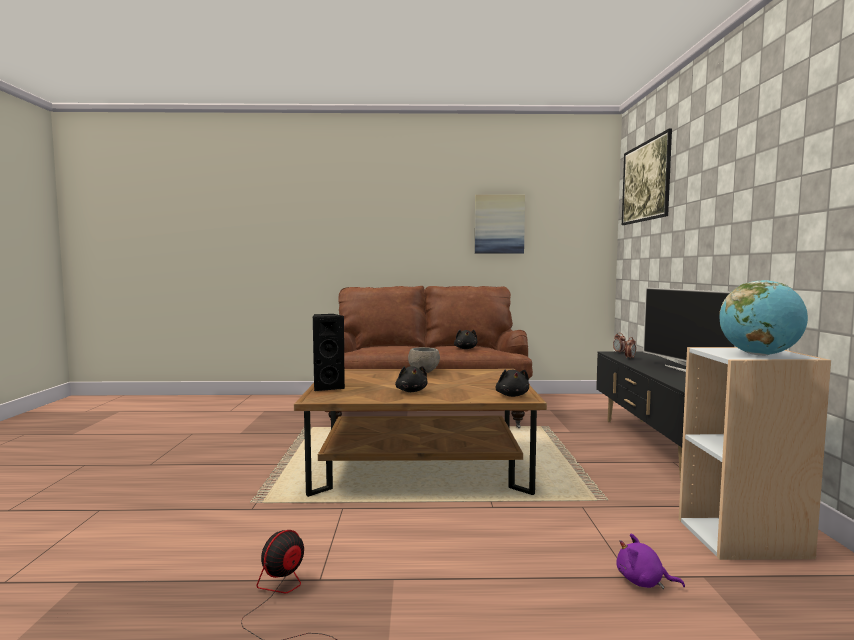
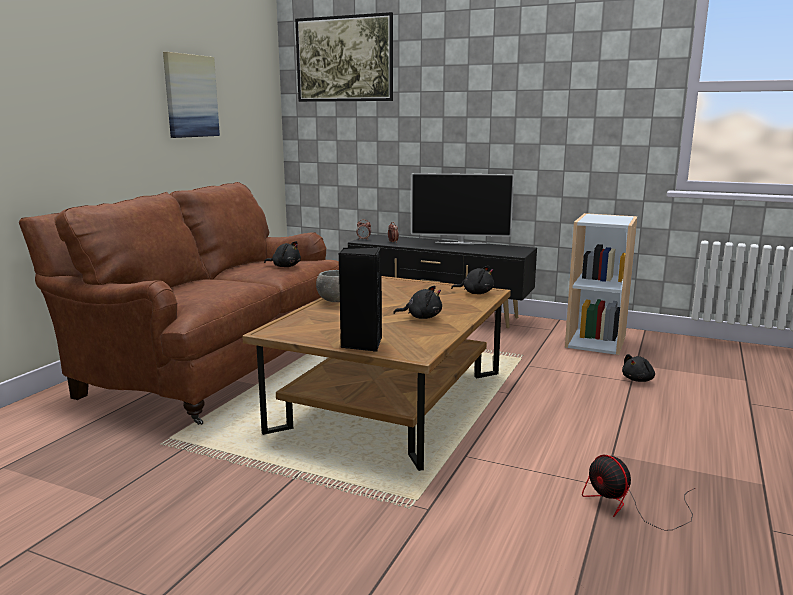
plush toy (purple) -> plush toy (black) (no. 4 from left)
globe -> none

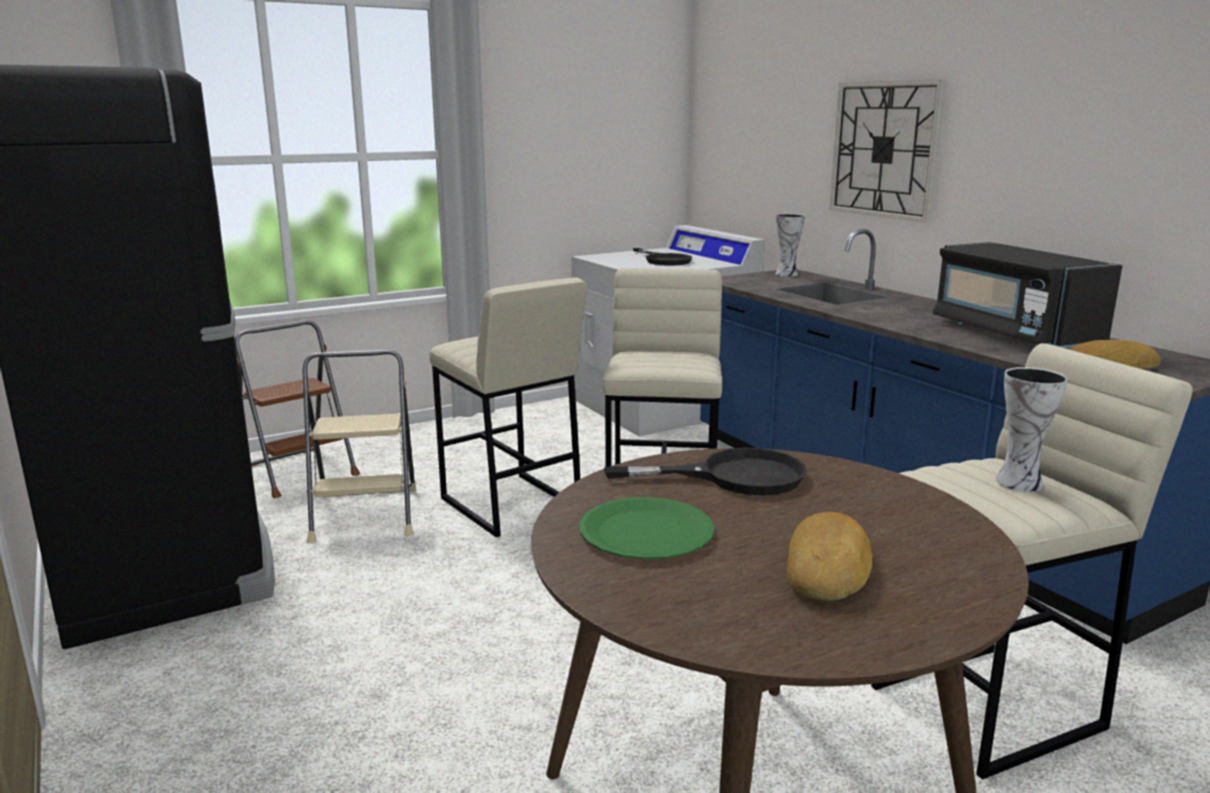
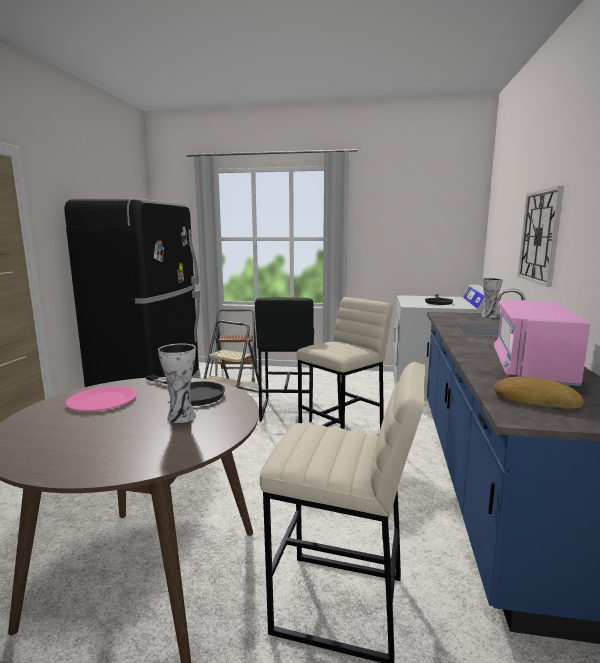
plate (green) -> plate (pink)
vase (no. 2 from left in the first image) -> vase (no. 1 from left), shifted
stool (beige) (no. 1 from left) -> stool (black)
microwave (black) -> microwave (pink)
bread (no. 1 from left) -> none

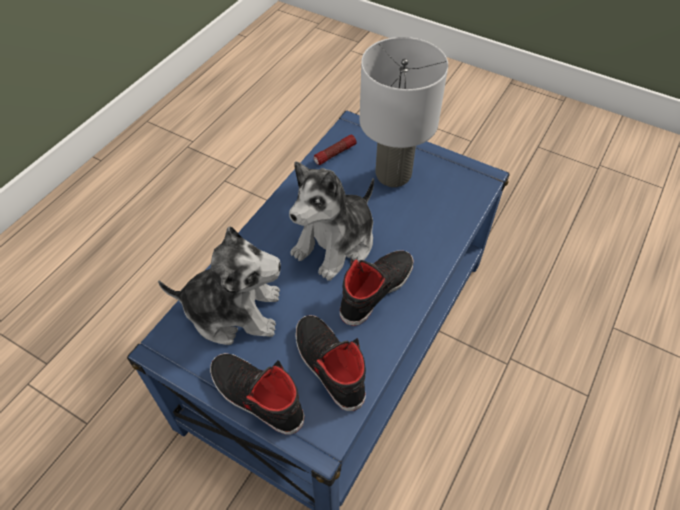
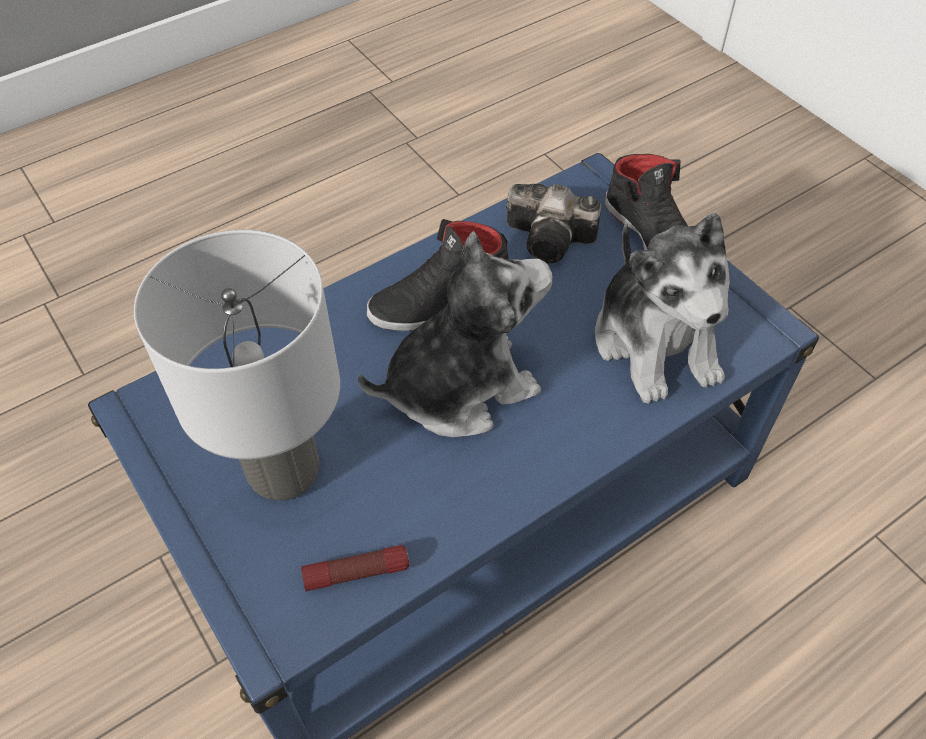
shoe (black) (no. 2 from left) -> photo camera
plush toy (no. 1 from left in the first image) -> plush toy (no. 2 from left), 135 degrees counterclockwise

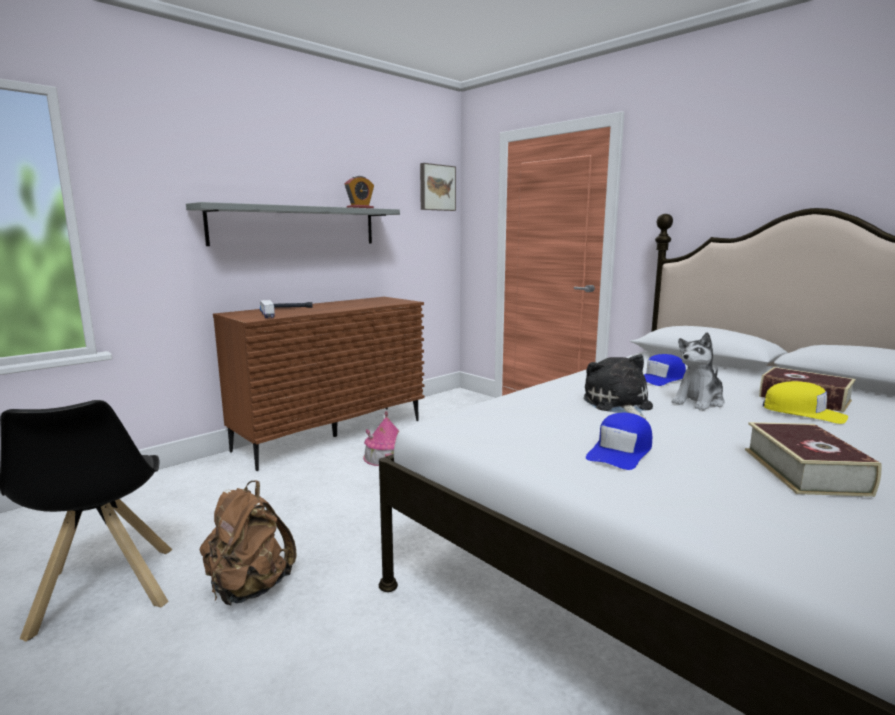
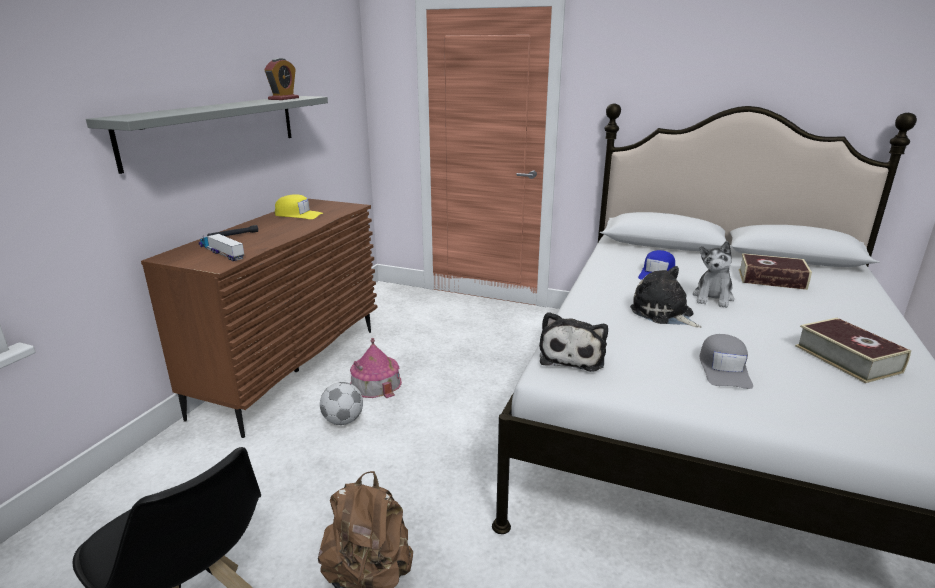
cap (yellow), shifted
none -> football
none -> plush toy (no. 1 from left)
cap (blue) (no. 1 from left) -> cap (grey)
picture -> none

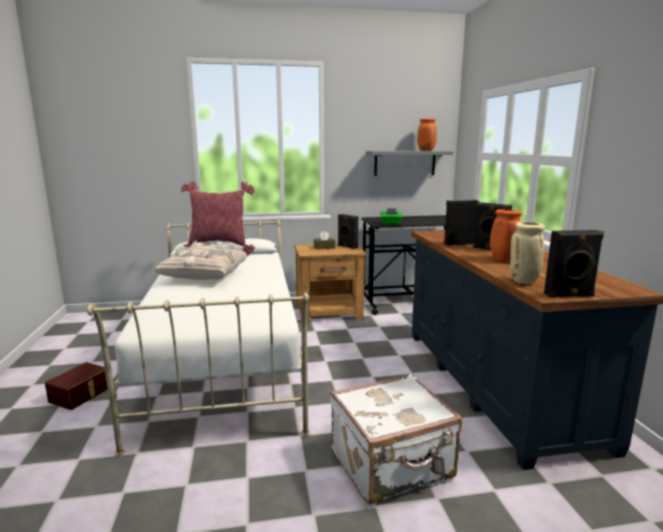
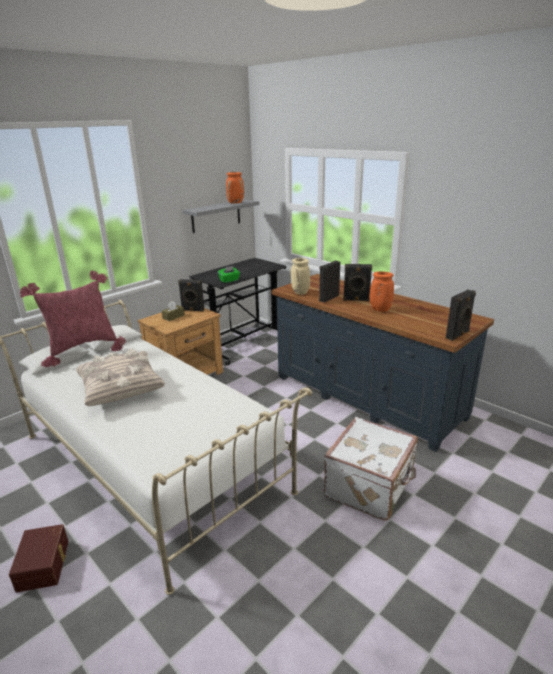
vase (beige), shifted

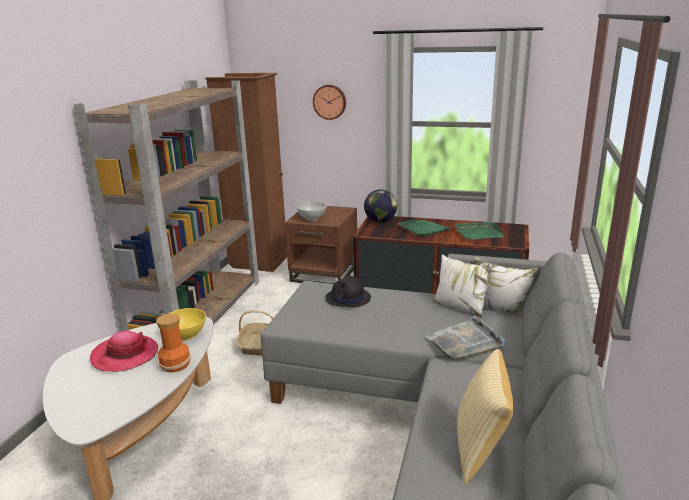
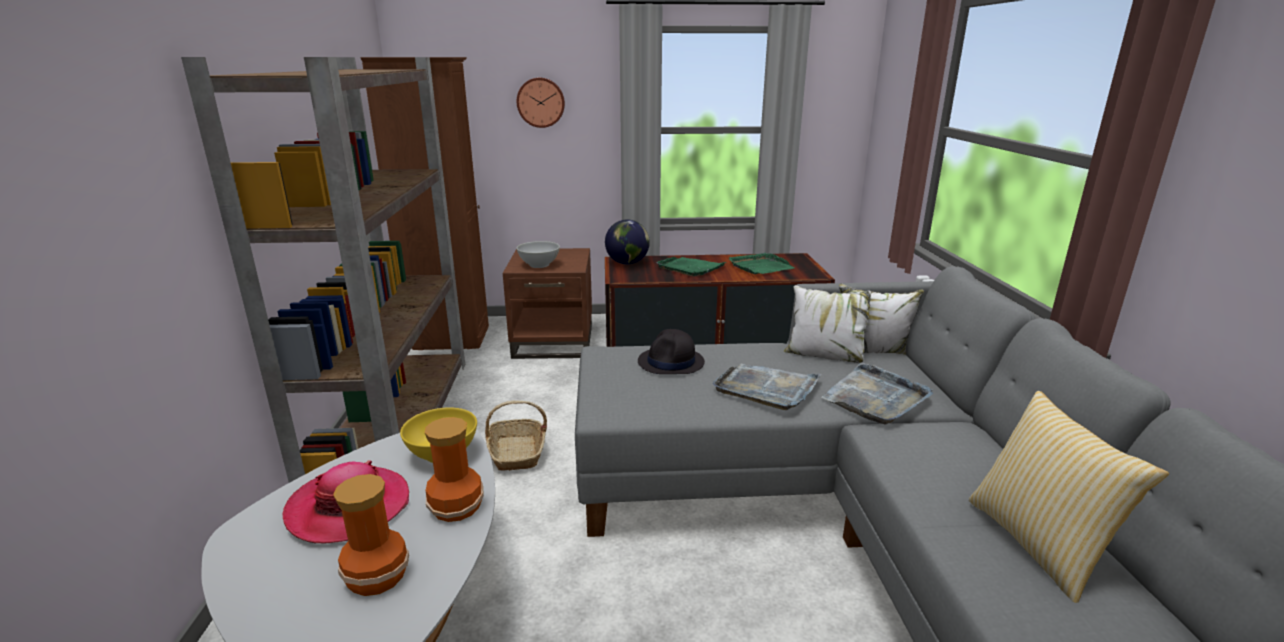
none -> vase (no. 1 from left)
none -> tray (grey) (no. 1 from left)

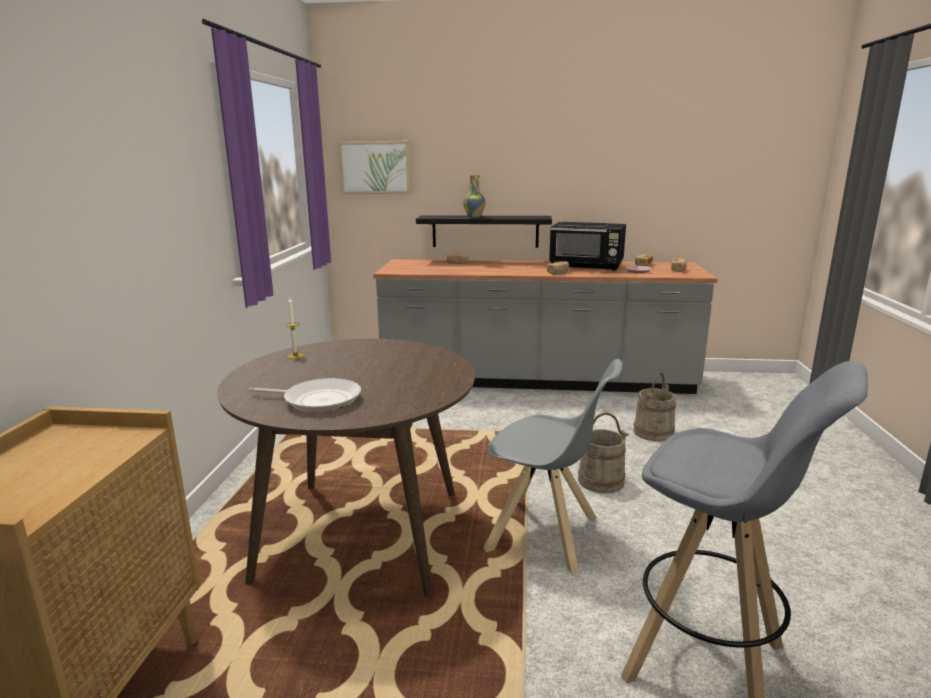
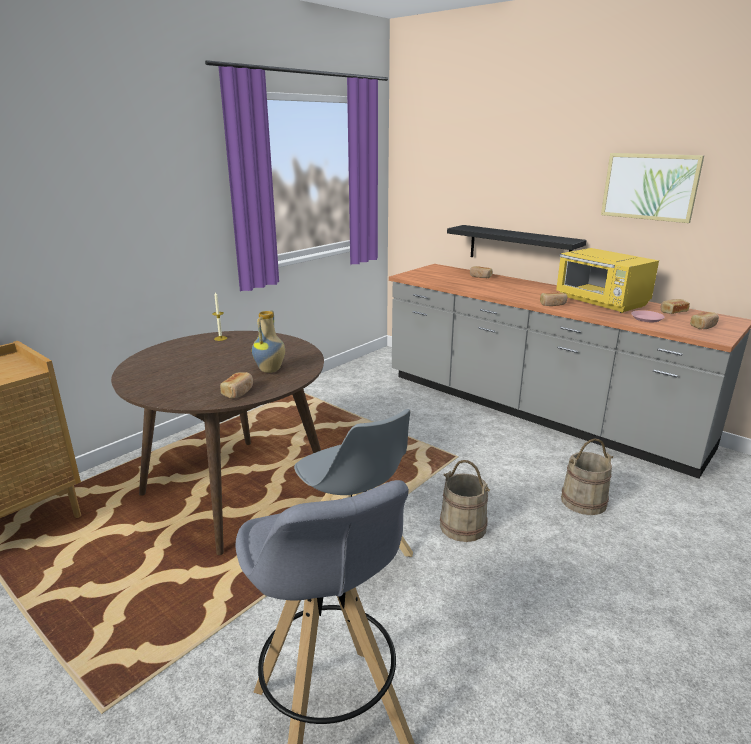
none -> bread (no. 1 from left)
vase, shifted
microwave (black) -> microwave (yellow)
picture, shifted
frying pan -> none

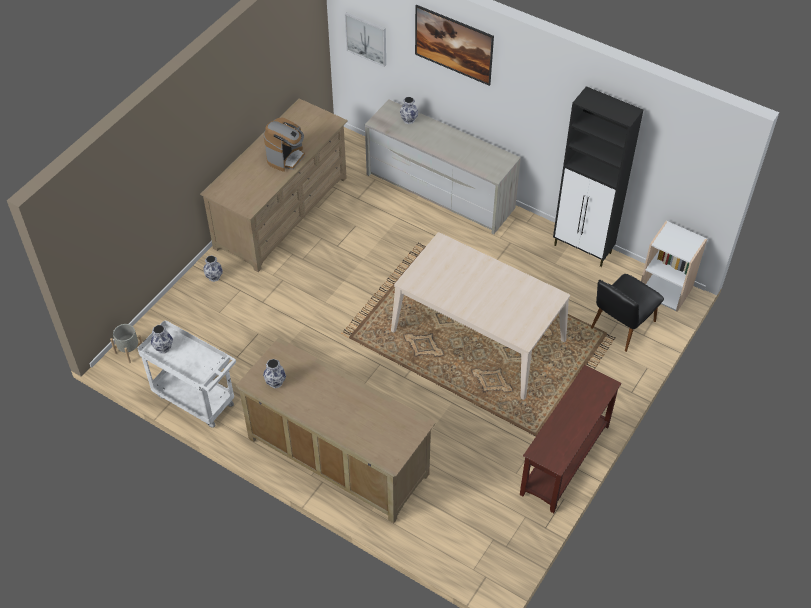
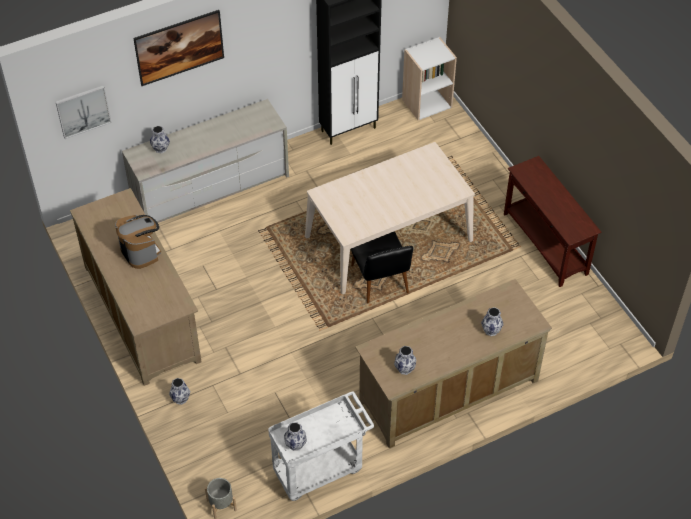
chair (black), shifted
none -> vase (no. 5 from left)

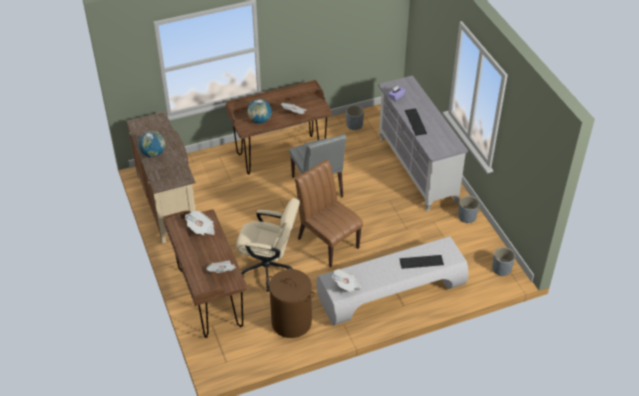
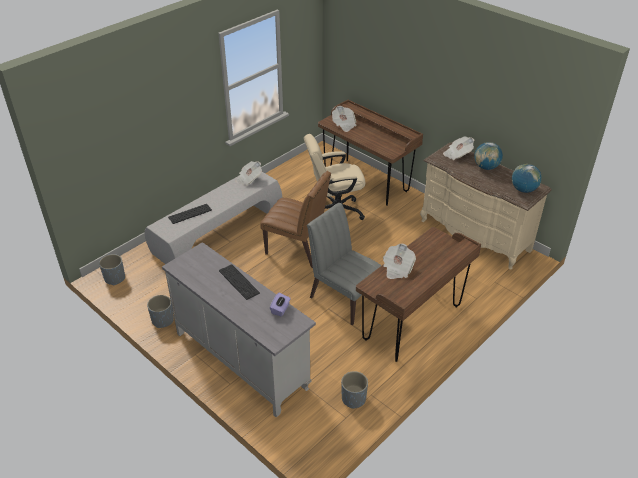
newspaper (no. 1 from left in the first image) -> newspaper (no. 4 from left), shifted
globe (no. 2 from left), shifted
laundry basket (brown) -> none

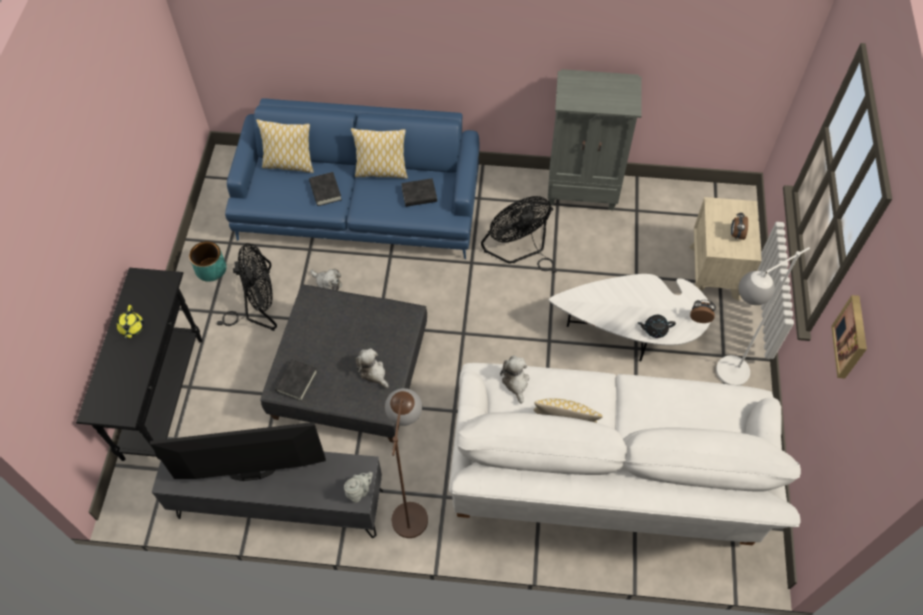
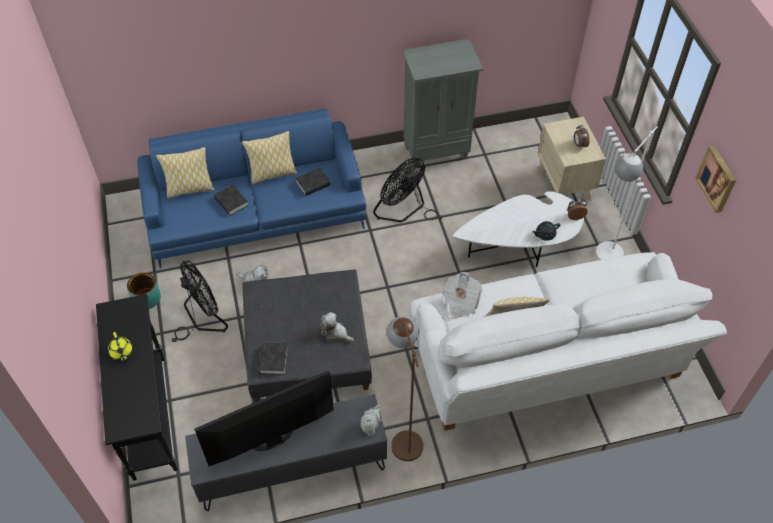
plush toy (no. 3 from left) -> newspaper

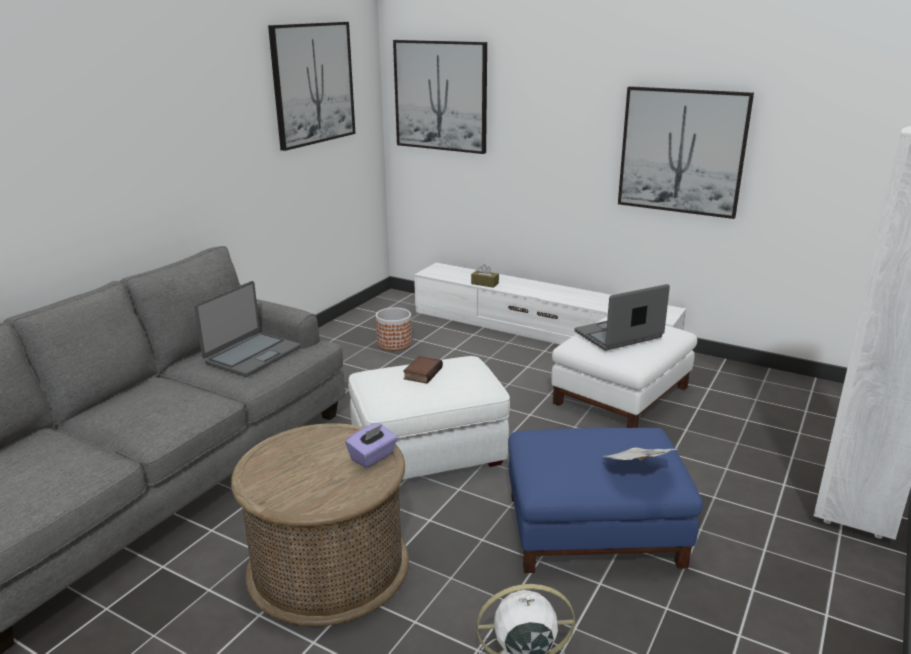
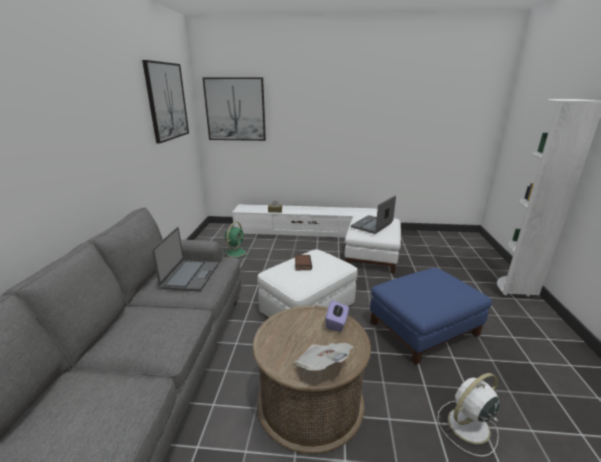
planter -> fan (green)
newspaper, shifted
picture (no. 3 from left) -> none

